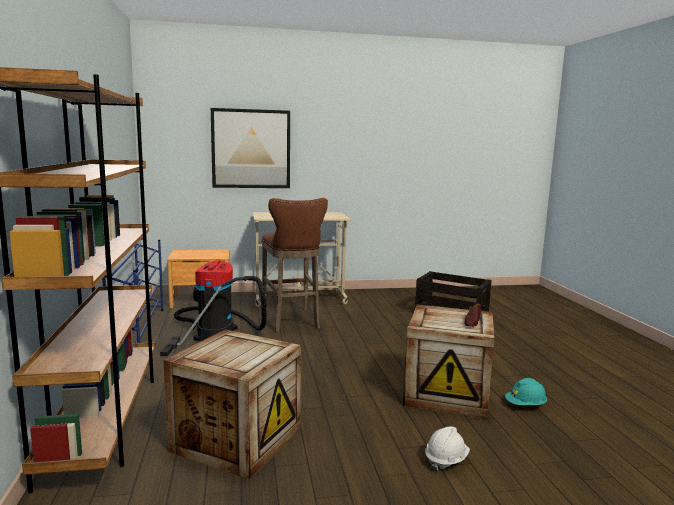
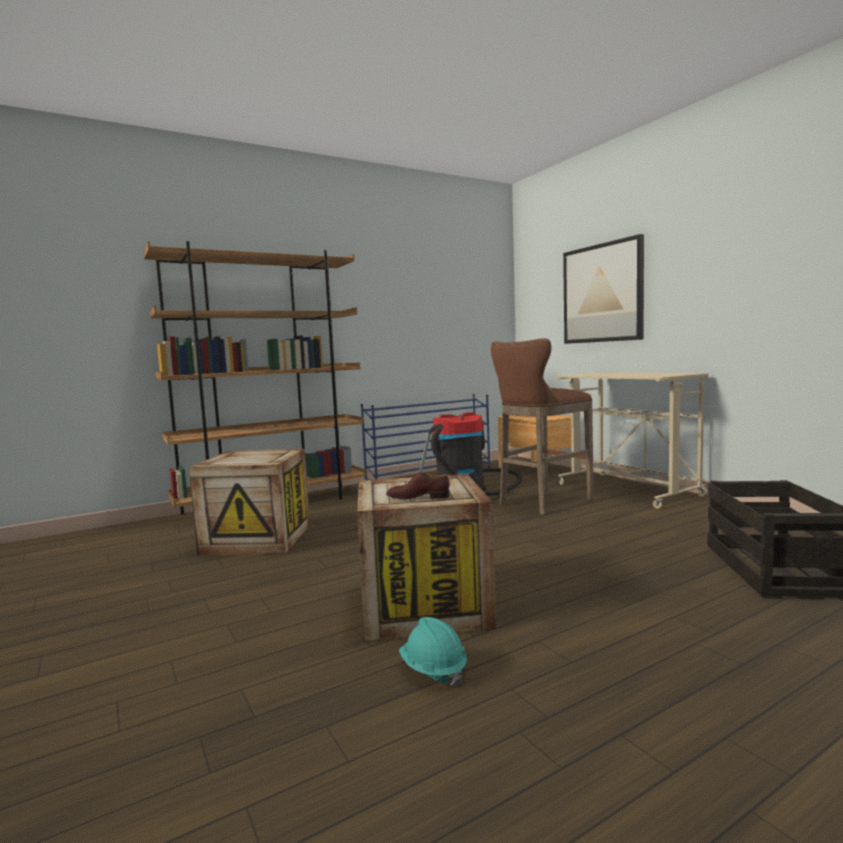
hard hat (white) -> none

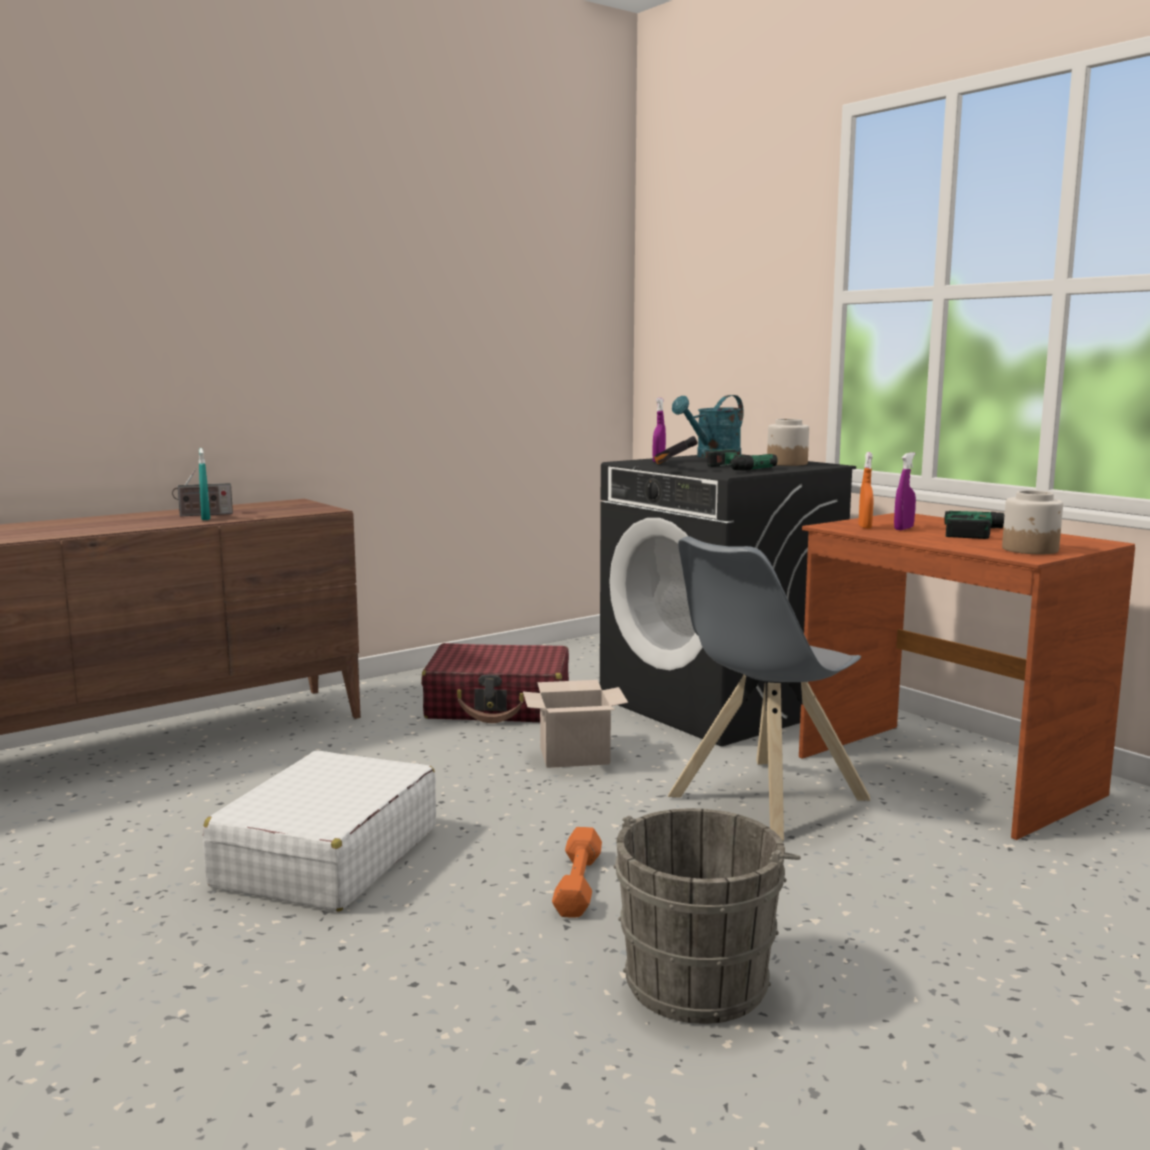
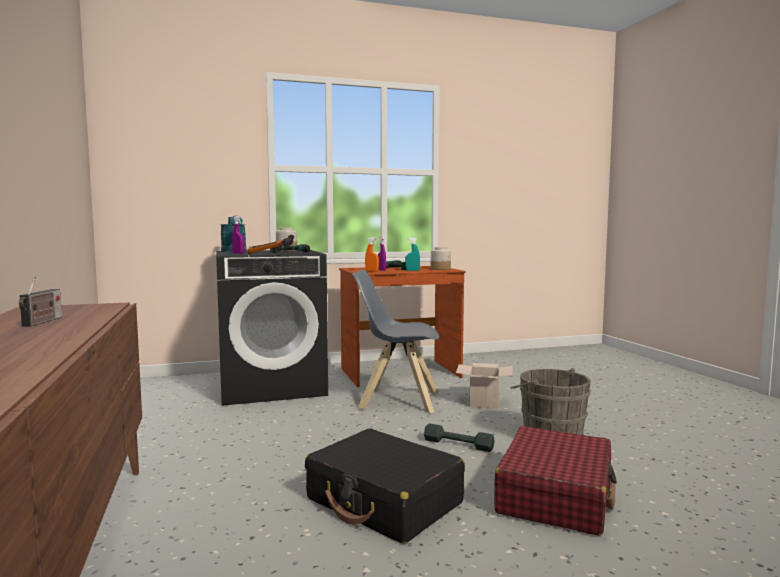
suitcase (white) -> suitcase (black)
chair (grey), 120 degrees clockwise
spray bottle (turquoise), shifted
dumbbell (orange) -> dumbbell (grey)
cardboard box, shifted
suitcase (red), shifted

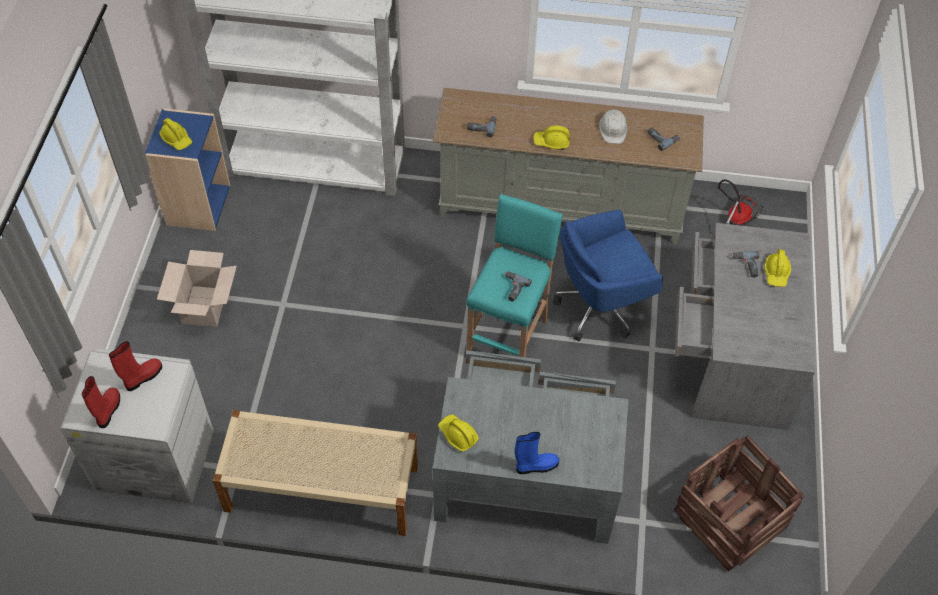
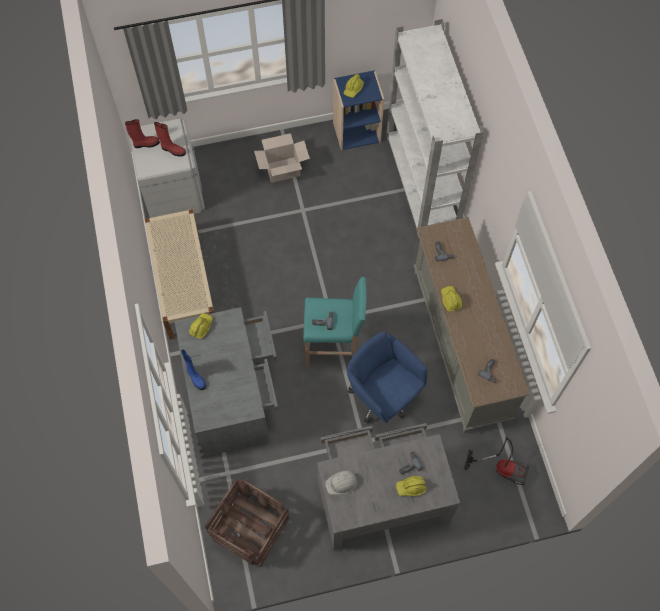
hard hat (white), shifted

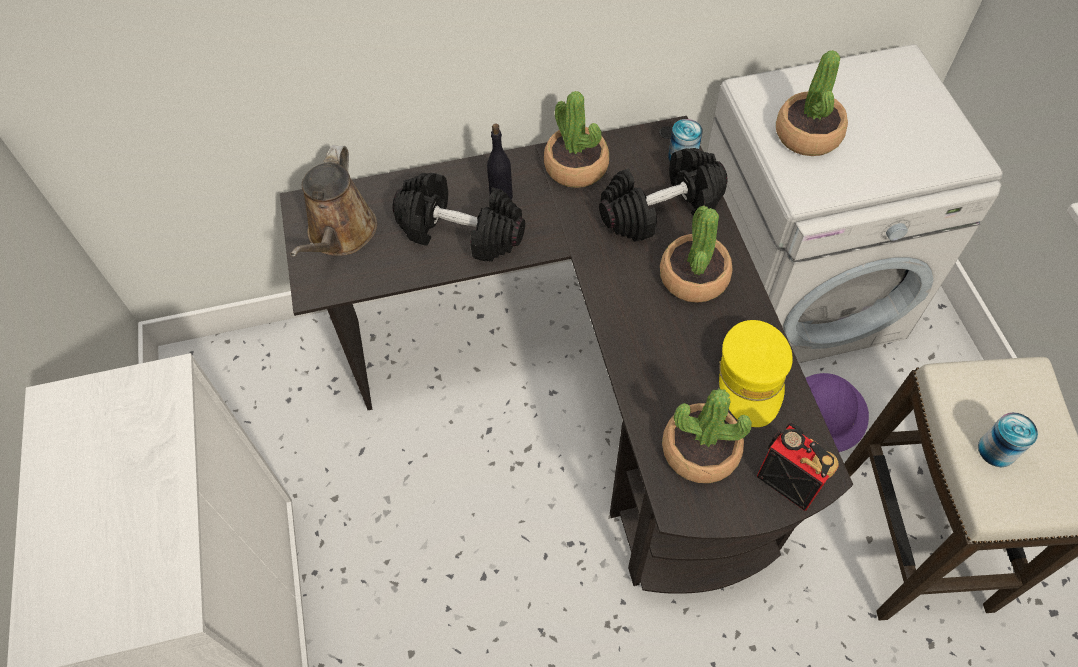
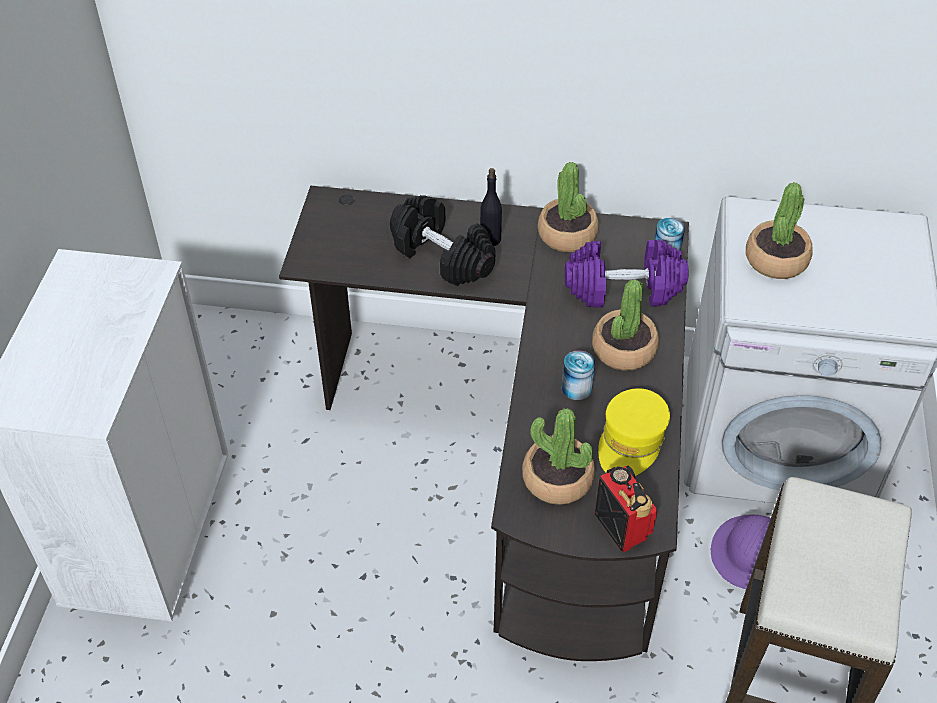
can (no. 2 from left in the first image) -> can (no. 1 from left), shifted
dumbbell (black) (no. 2 from left) -> dumbbell (purple)
watering can (brown) -> none

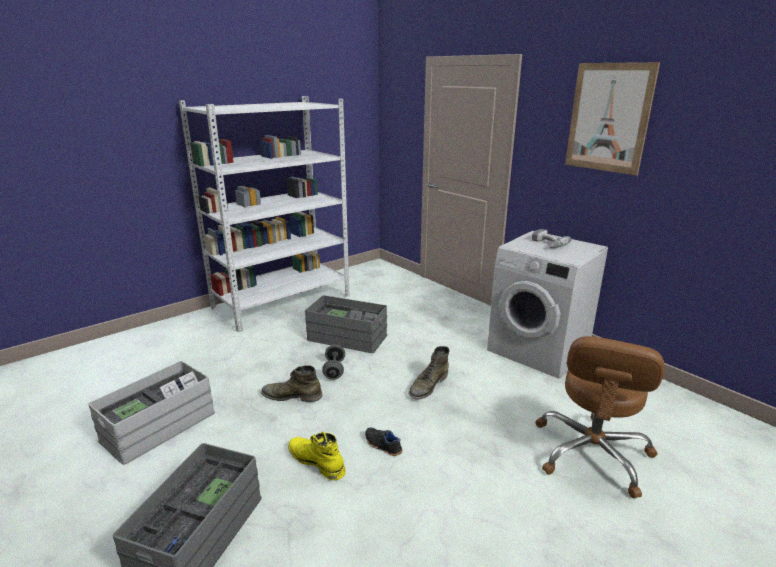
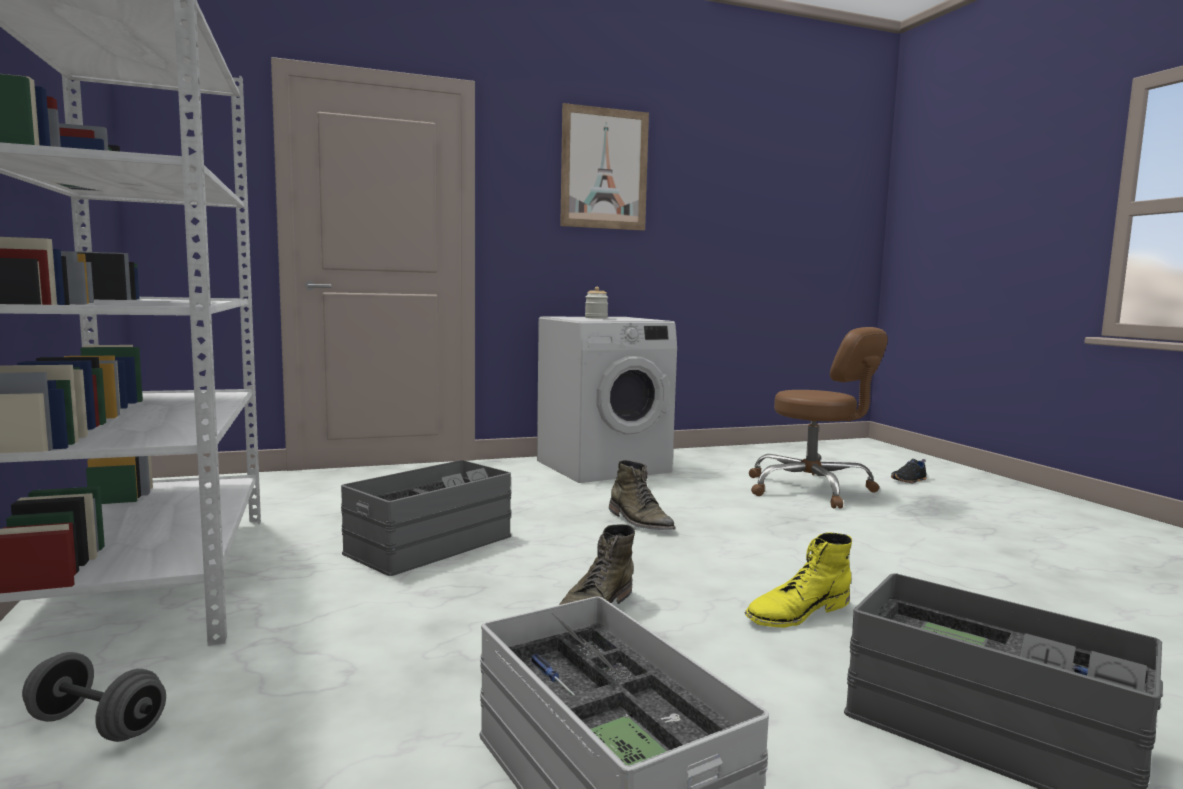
dumbbell (grey), shifted
power drill -> jar
shoe (black), shifted

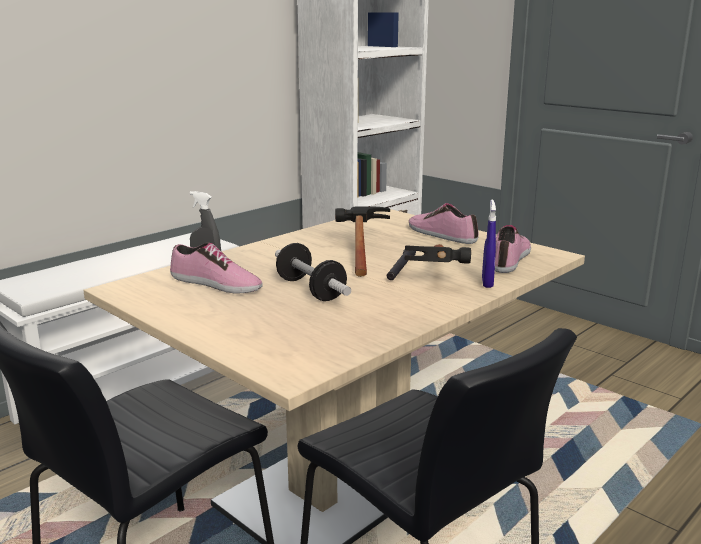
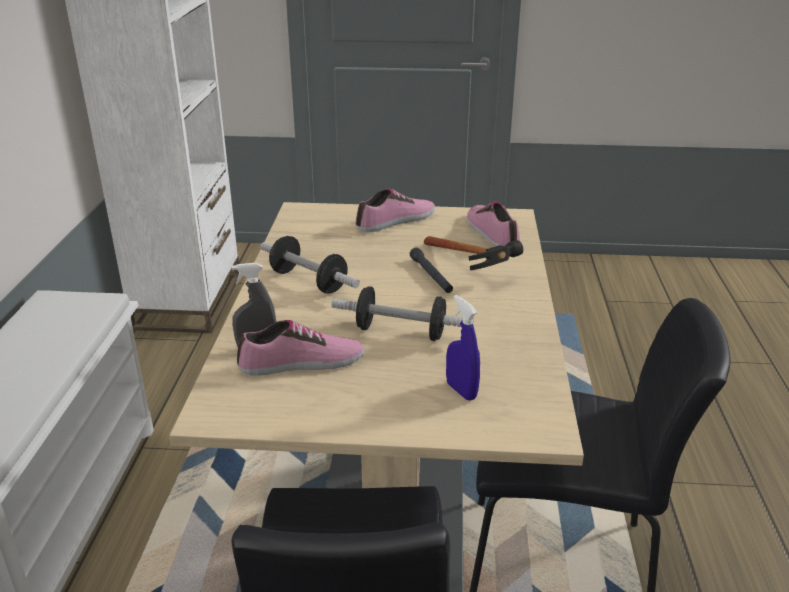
none -> dumbbell (no. 1 from left)
shoe (no. 2 from left), 135 degrees clockwise
spray bottle (blue), shifted
hammer (no. 1 from left) -> none

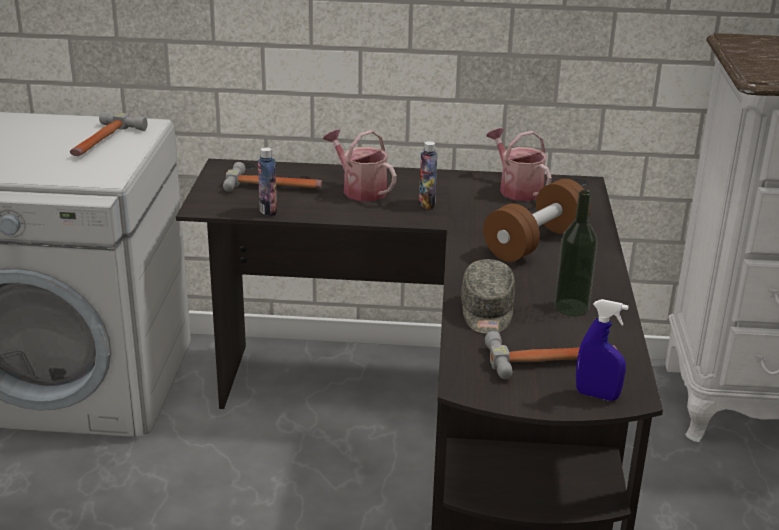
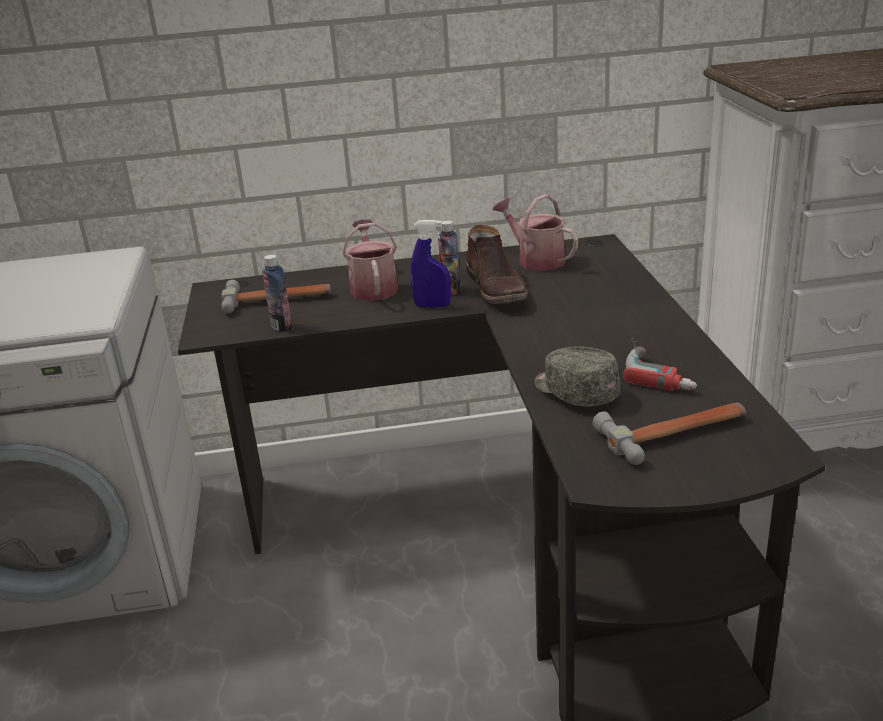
watering can (no. 1 from left), 45 degrees clockwise
spray bottle (blue), shifted
none -> boot (brown)
cap (grey), 150 degrees clockwise
bottle (no. 3 from left) -> power drill
hammer (no. 1 from left) -> none
dumbbell (brown) -> none

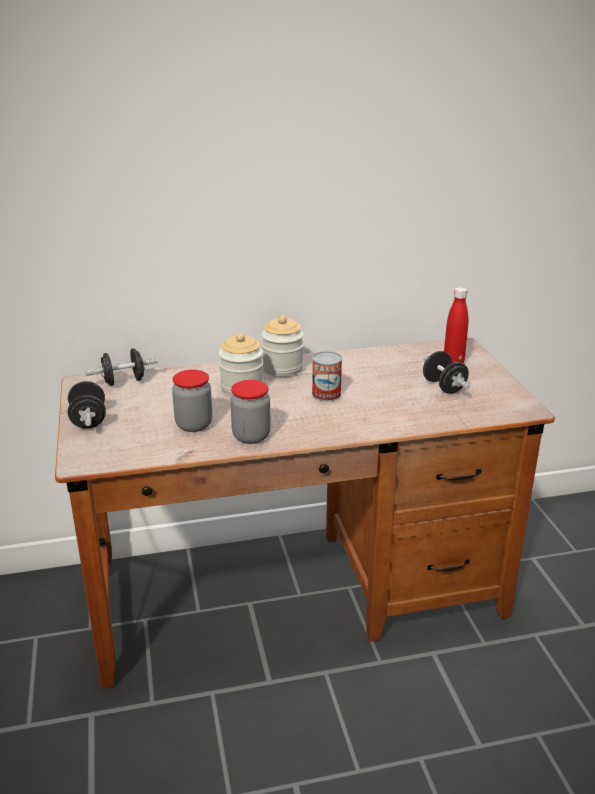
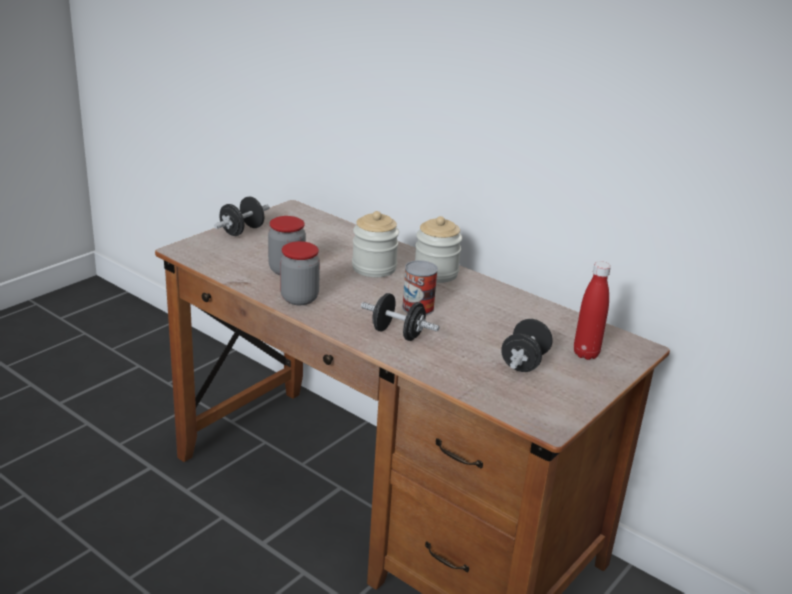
dumbbell (black) (no. 2 from left), shifted

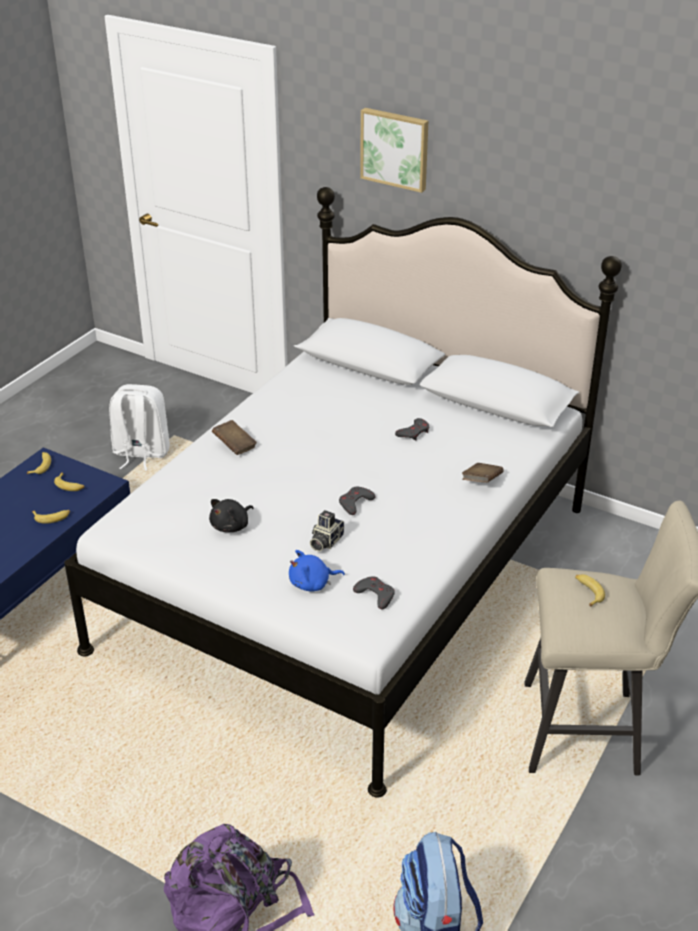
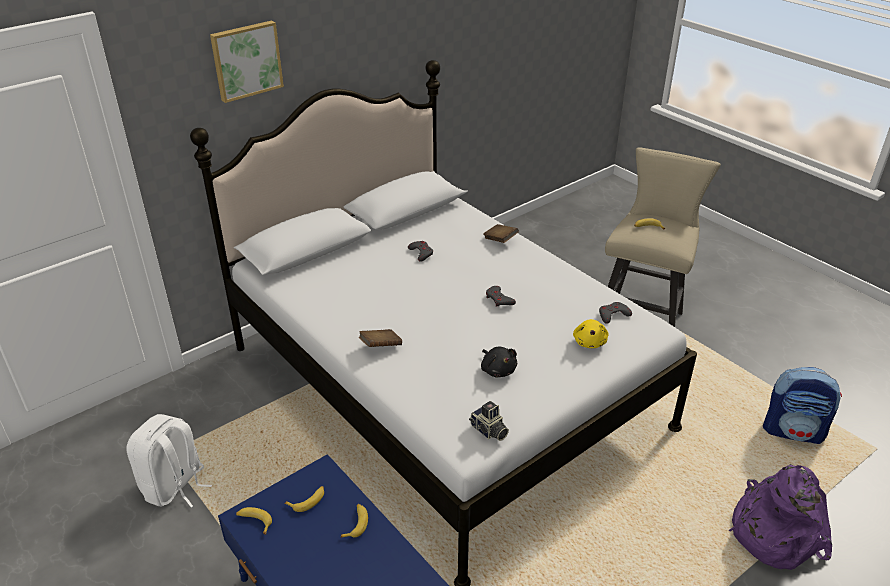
photo camera, shifted
plush toy (blue) -> plush toy (yellow)

